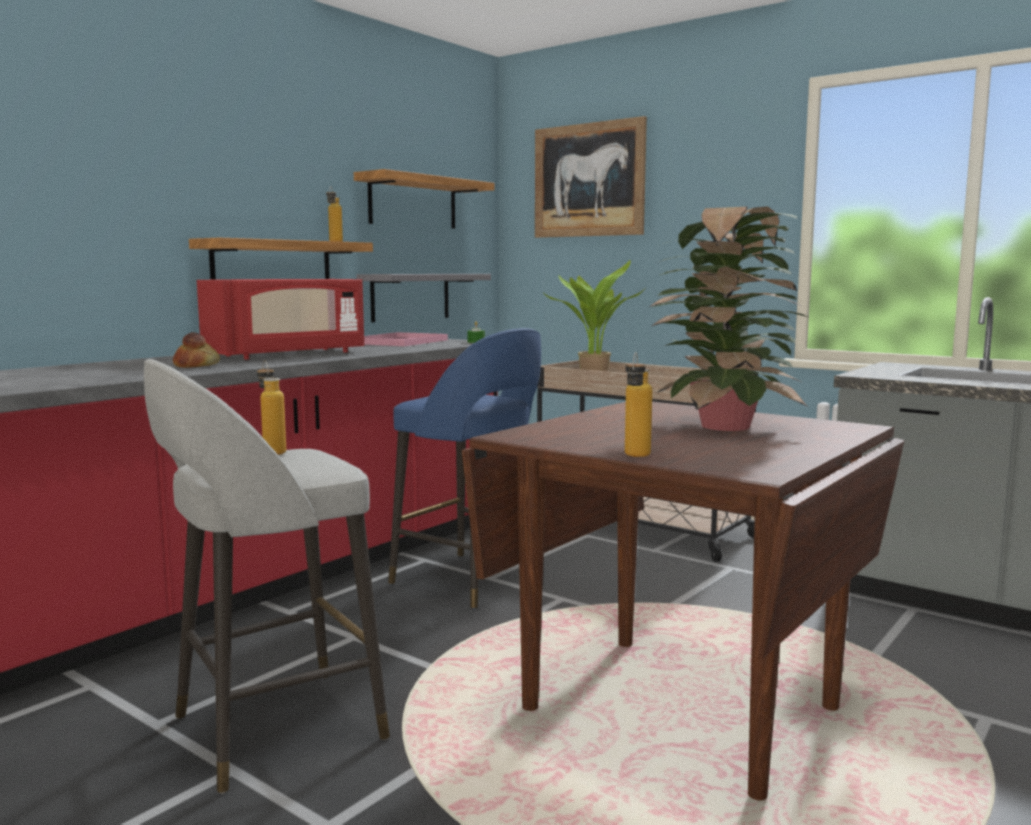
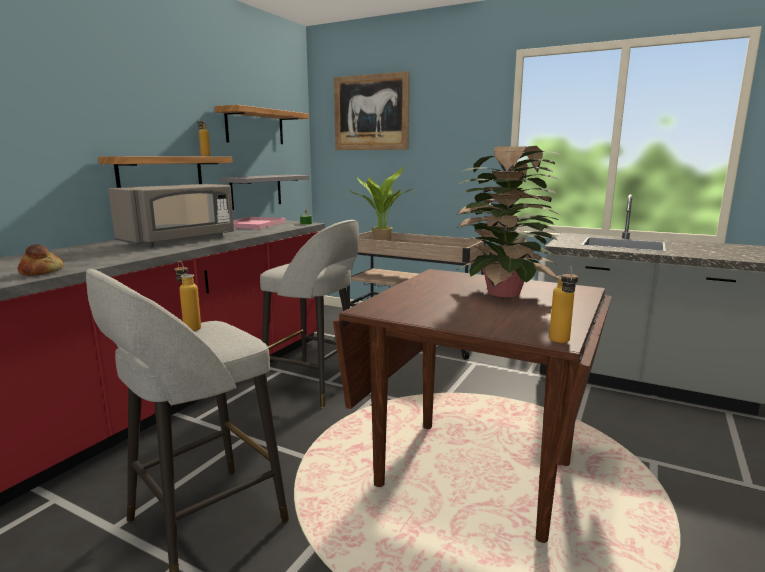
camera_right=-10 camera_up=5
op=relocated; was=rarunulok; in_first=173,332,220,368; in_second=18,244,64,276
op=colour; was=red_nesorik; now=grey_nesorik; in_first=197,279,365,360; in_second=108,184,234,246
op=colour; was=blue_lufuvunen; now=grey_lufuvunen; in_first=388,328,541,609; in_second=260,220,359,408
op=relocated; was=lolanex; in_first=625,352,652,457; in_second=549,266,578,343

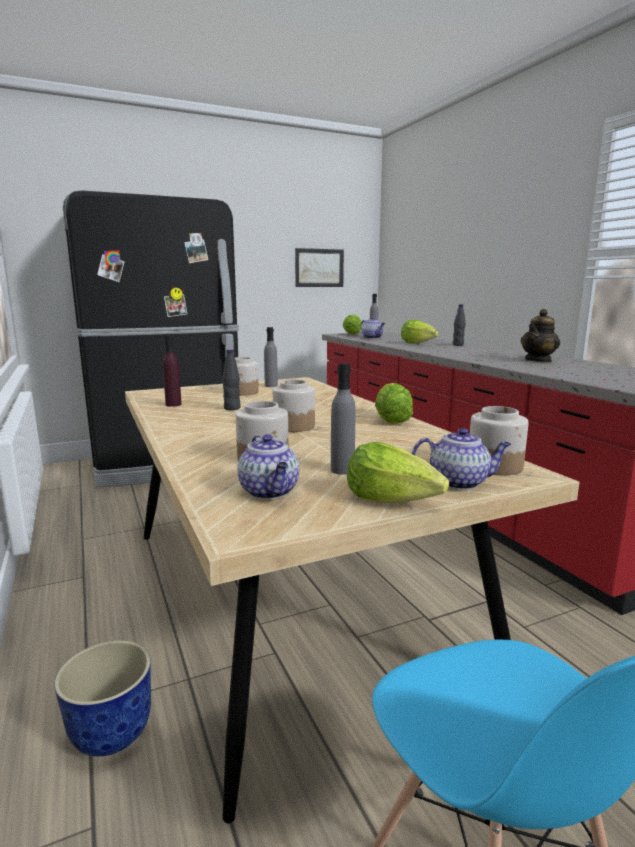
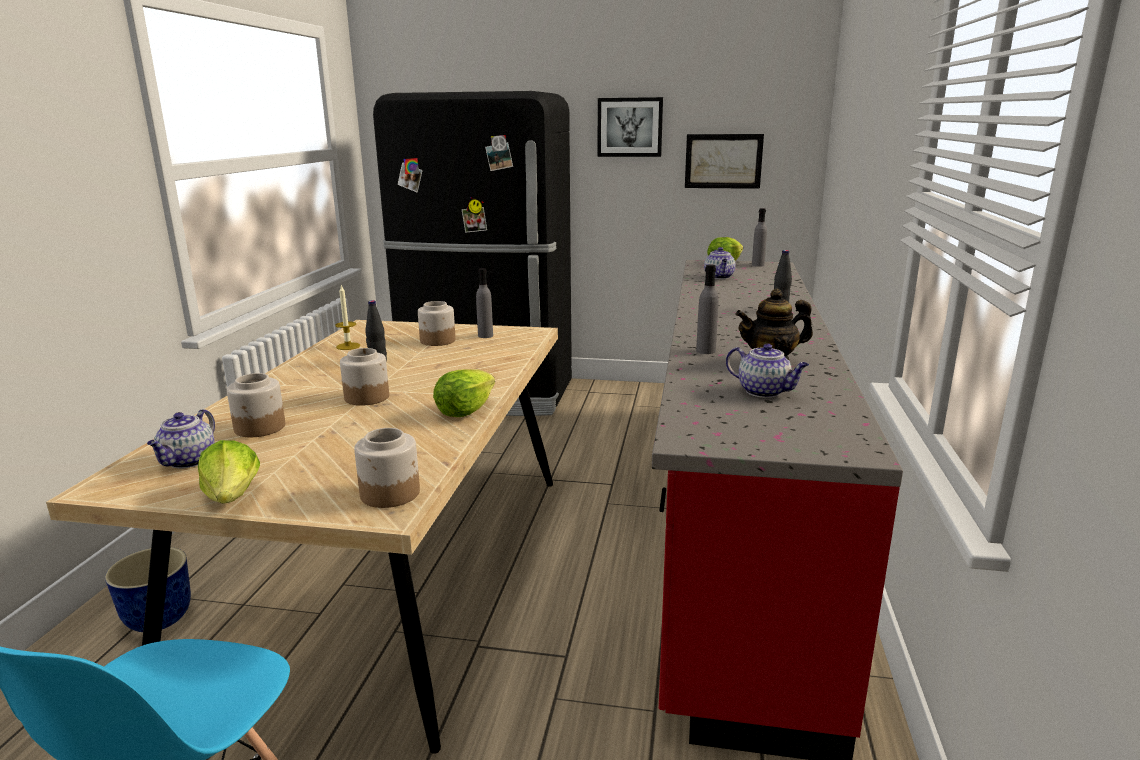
camera_right=35 camera_up=5
op=exchanged; was=purple_lolanex; now=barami; in_first=163,335,182,407; in_second=336,286,360,350
op=appeared; now=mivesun; in_second=598,97,663,157
op=relocated; was=grey_lolanex; in_first=331,363,356,475; in_second=696,265,719,354
op=relocated; was=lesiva; in_first=412,428,511,490; in_second=726,343,809,398
op=missing; was=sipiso; in_first=401,320,438,343

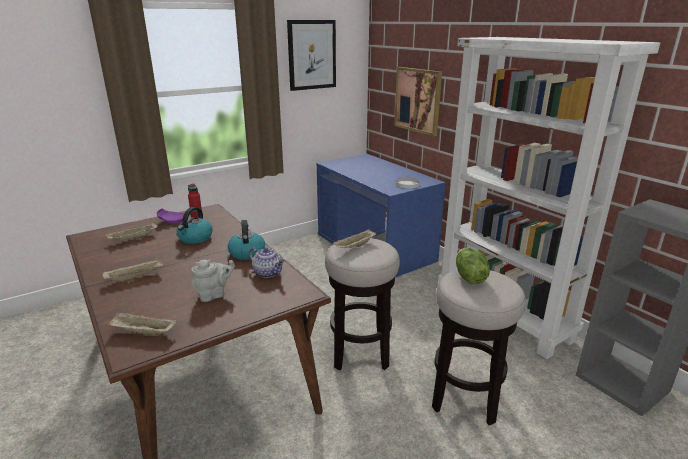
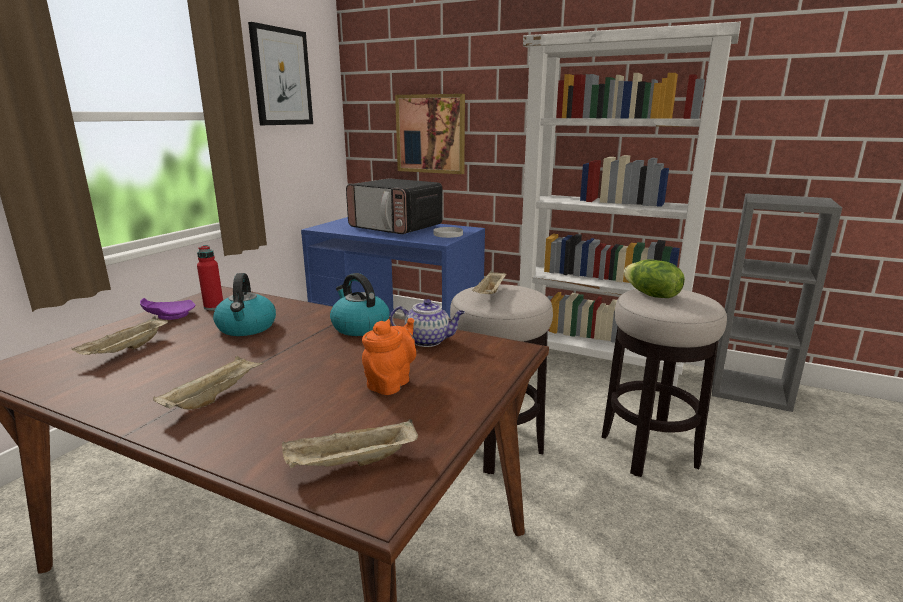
camera_right=-30 camera_up=-5
op=appeared; now=nesorik; in_second=346,178,443,234
op=colour; was=grey_lesiva; now=orange_lesiva; in_first=191,259,235,302; in_second=362,318,416,395

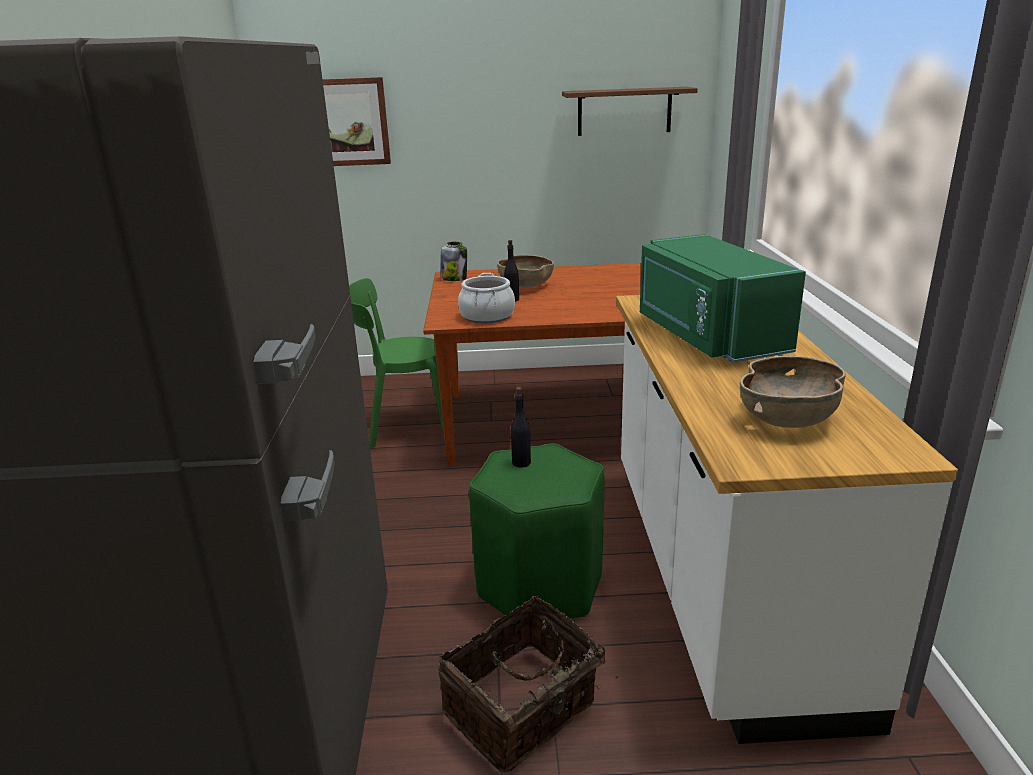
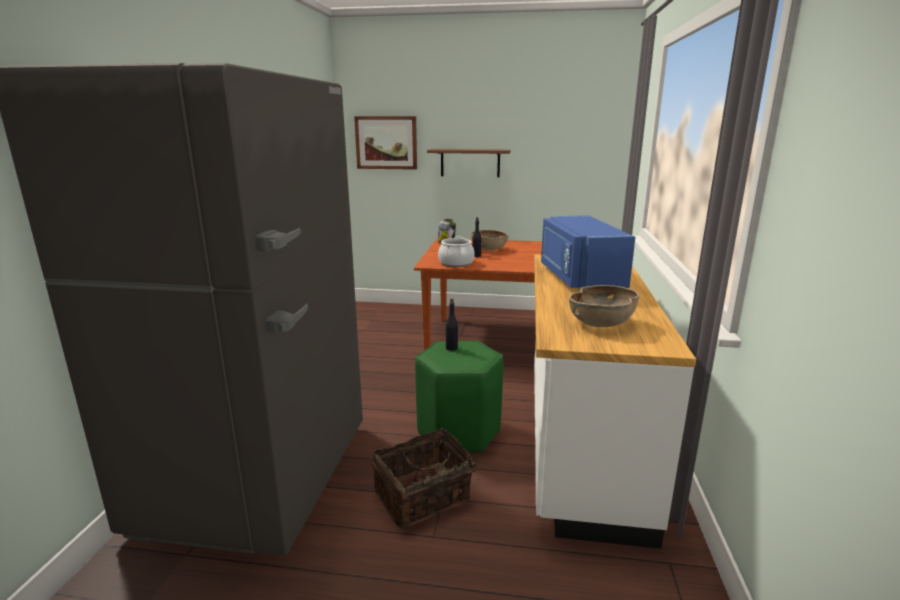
camera_right=10 camera_up=-5
op=relocated; was=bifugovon; in_first=562,87,698,136; in_second=427,149,511,177
op=colour; was=green_nesorik; now=blue_nesorik; in_first=640,234,806,362; in_second=541,215,635,289
op=missing; was=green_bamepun; in_first=349,278,445,449

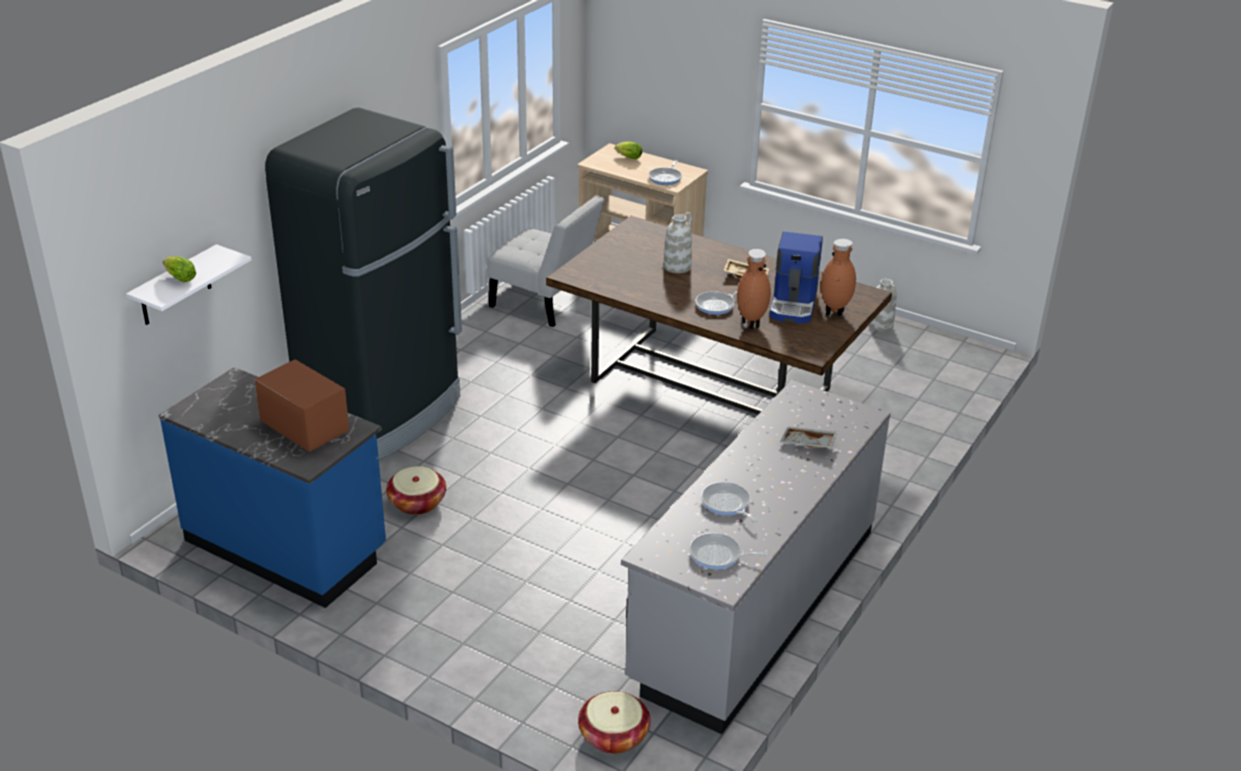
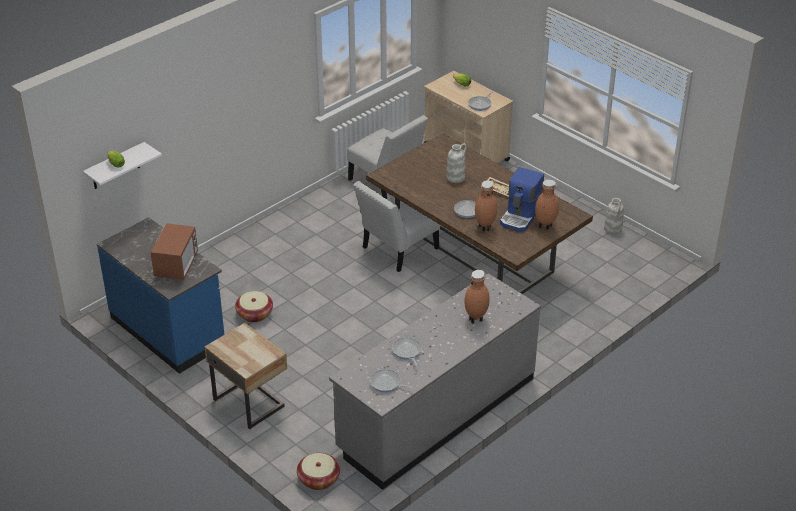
camera_right=15 camera_up=5
op=spun; was=nesorik; in_first=254,359,349,452; in_second=151,223,198,280; clockwise=45
op=appeared; now=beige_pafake; in_second=205,323,287,429
op=appeared; now=white_bamepun; in_second=353,181,440,272
op=exchanged; was=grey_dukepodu; now=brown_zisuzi; in_first=780,426,838,448; in_second=464,270,490,324
op=missing; was=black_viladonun; in_first=265,107,462,460

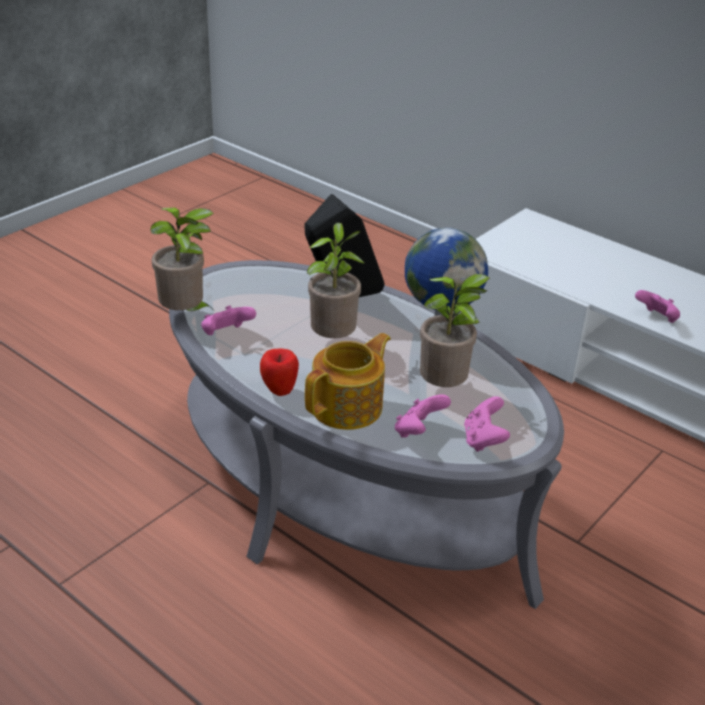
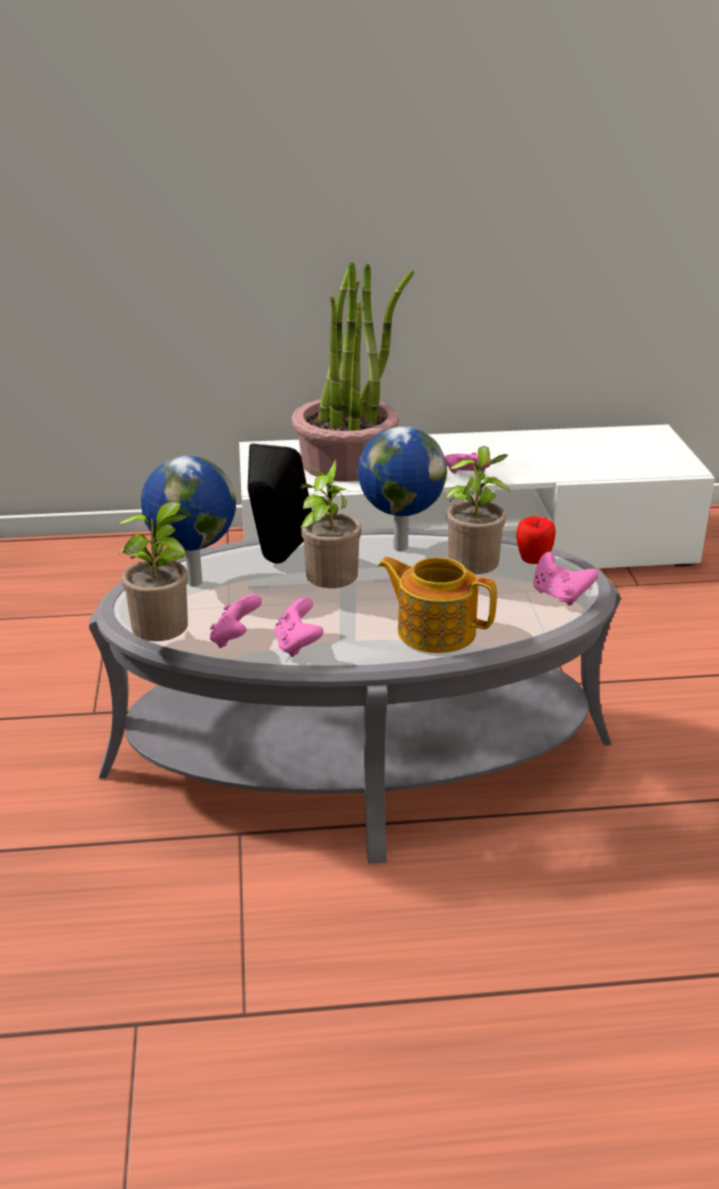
camera_right=-45 camera_up=-5
op=appeared; now=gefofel; in_second=141,456,236,587
op=relocated; was=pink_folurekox; in_first=395,394,451,438; in_second=274,597,324,657
op=appeared; now=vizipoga; in_second=292,262,414,481
op=spun; was=lesiva; in_first=305,333,391,430; in_second=378,557,497,653; clockwise=-60
op=relocated; was=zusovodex; in_first=260,349,299,396; in_second=516,516,556,564

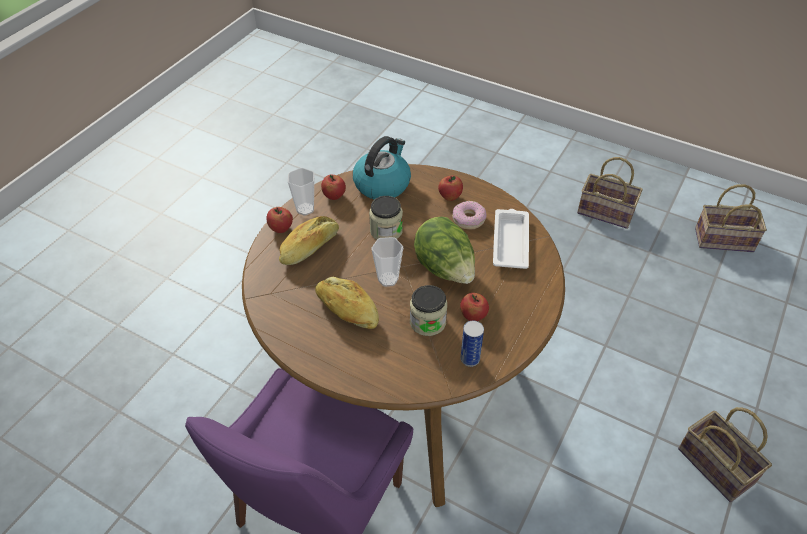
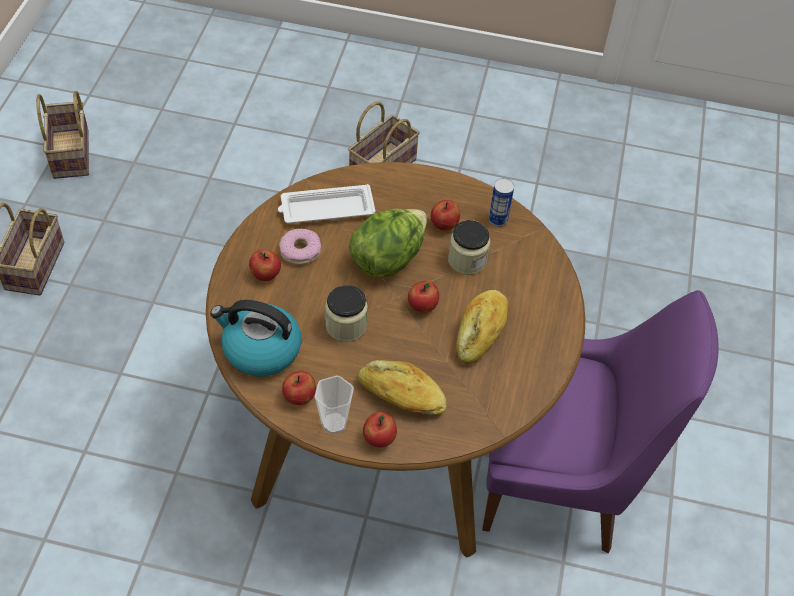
camera_right=-110 camera_up=5
op=exchanged; was=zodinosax; now=zusovodex; in_first=371,237,403,287; in_second=408,281,439,313

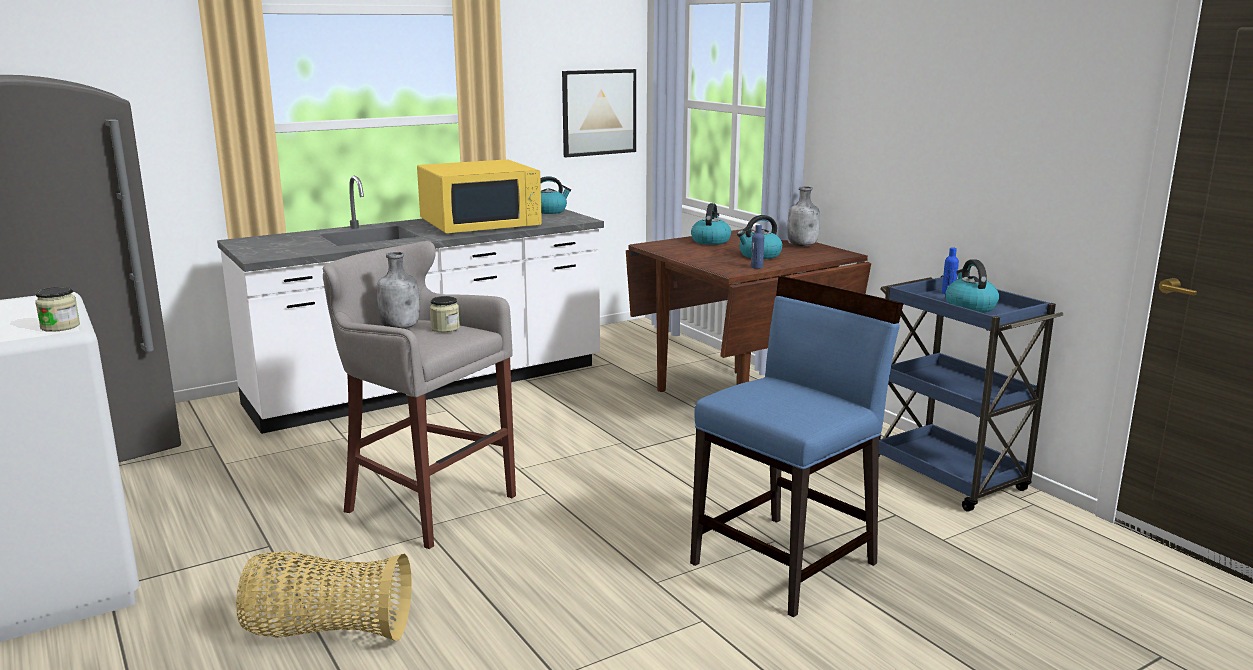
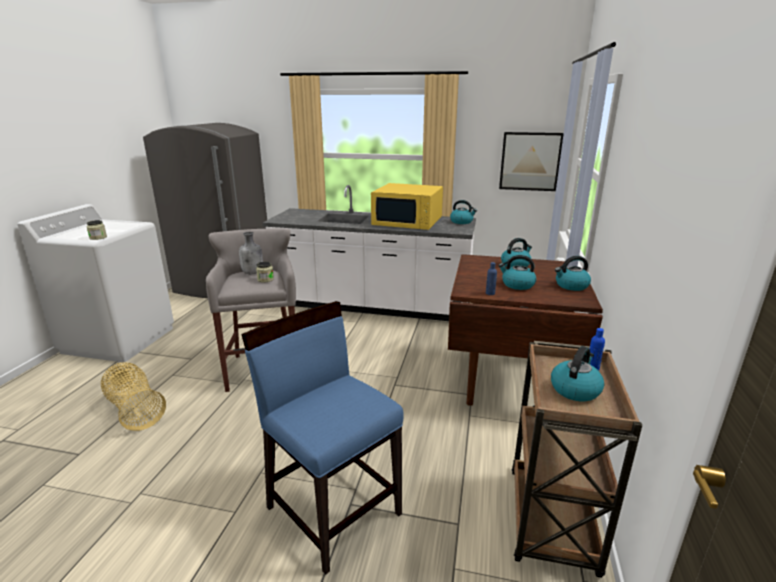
camera_right=45 camera_up=5
op=spun; was=blue_bamepun; in_first=690,276,903,617; in_second=241,301,404,575; clockwise=-135
op=colour; was=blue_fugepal; now=brown_fugepal; in_first=879,275,1063,512; in_second=512,341,642,578
op=exchanged; was=grey_lolanex; now=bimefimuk; in_first=788,186,820,247; in_second=555,256,591,291

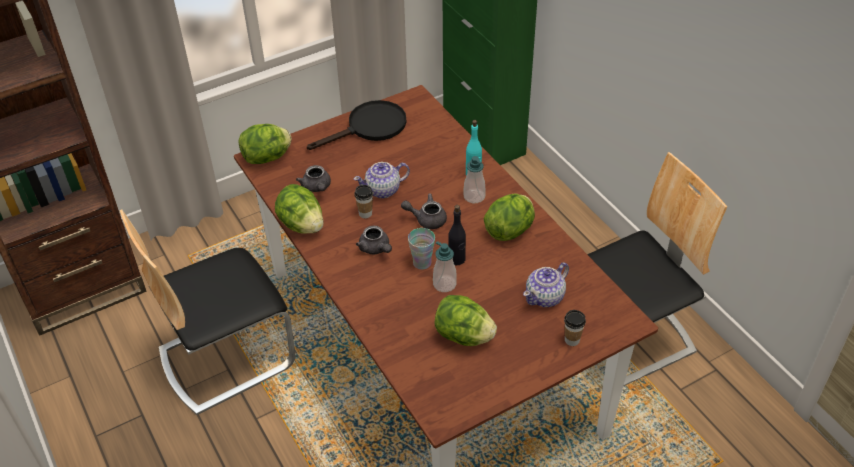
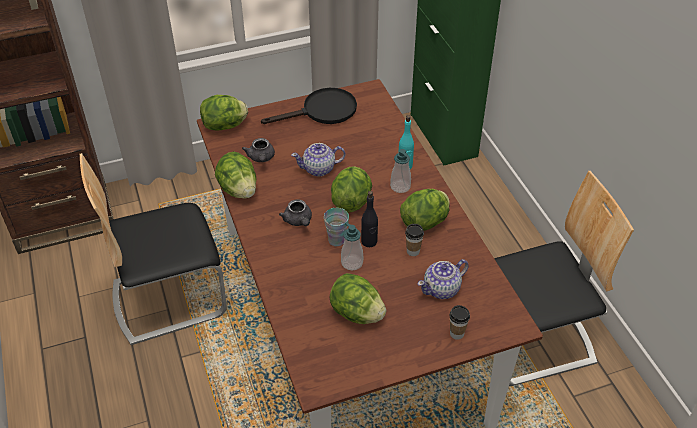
camera_right=10 camera_up=0
op=exchanged; was=grey_lesiva; now=sipiso; in_first=401,193,447,229; in_second=331,166,372,212
op=relocated; was=zodinosax; in_first=354,185,373,218; in_second=405,224,424,256

